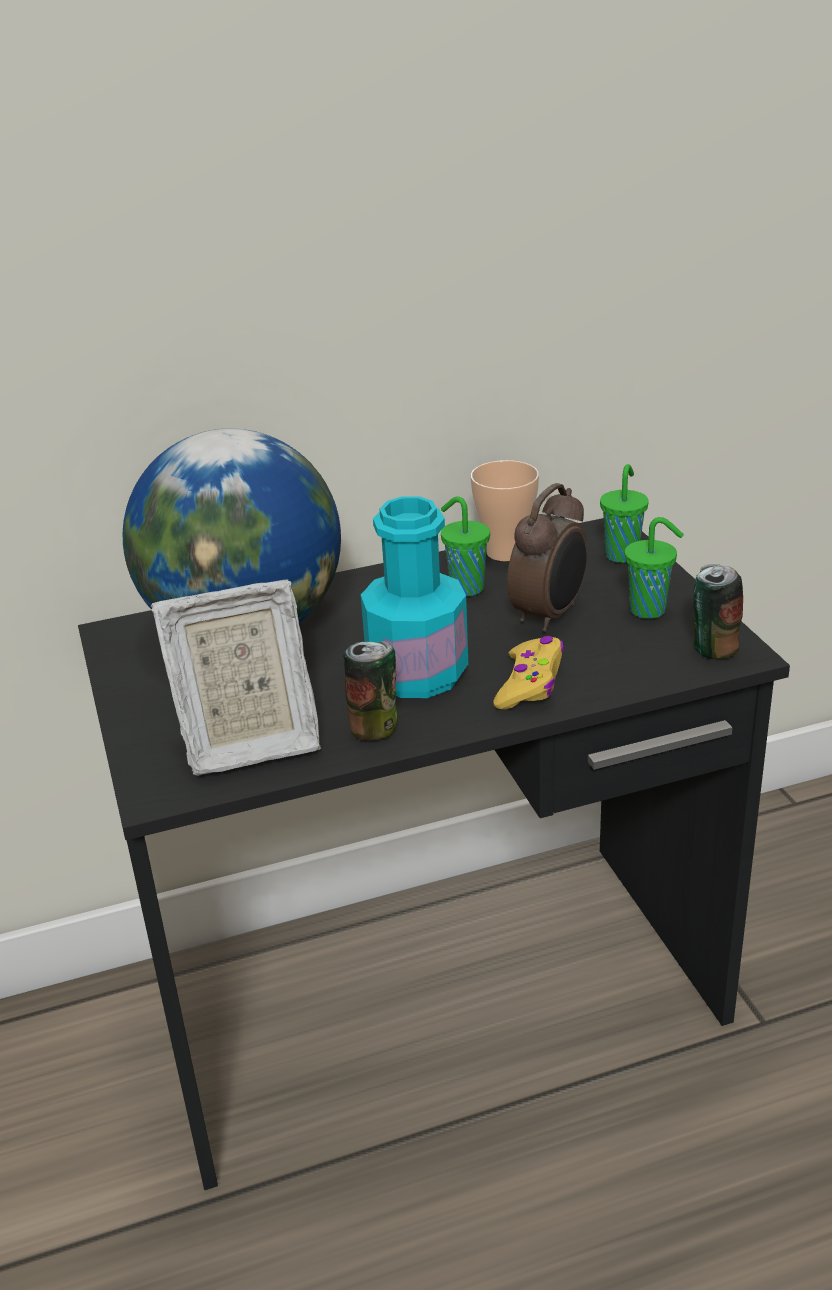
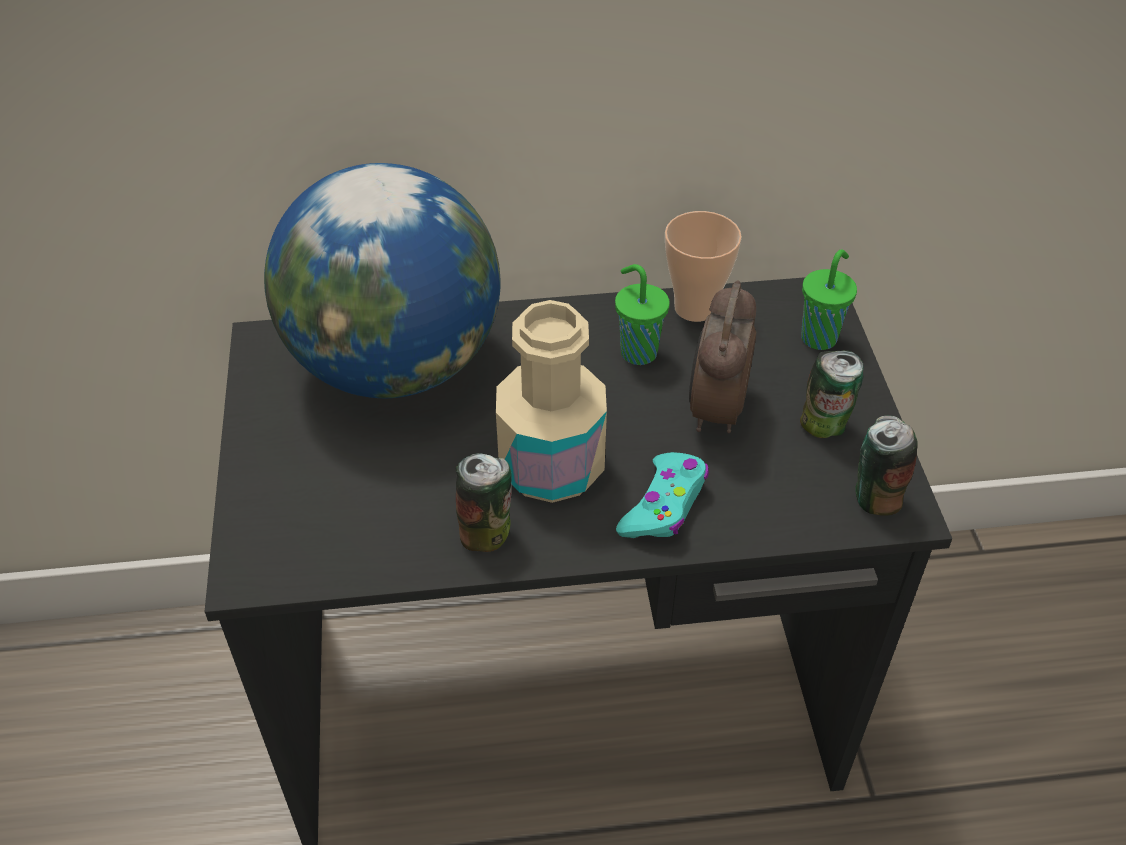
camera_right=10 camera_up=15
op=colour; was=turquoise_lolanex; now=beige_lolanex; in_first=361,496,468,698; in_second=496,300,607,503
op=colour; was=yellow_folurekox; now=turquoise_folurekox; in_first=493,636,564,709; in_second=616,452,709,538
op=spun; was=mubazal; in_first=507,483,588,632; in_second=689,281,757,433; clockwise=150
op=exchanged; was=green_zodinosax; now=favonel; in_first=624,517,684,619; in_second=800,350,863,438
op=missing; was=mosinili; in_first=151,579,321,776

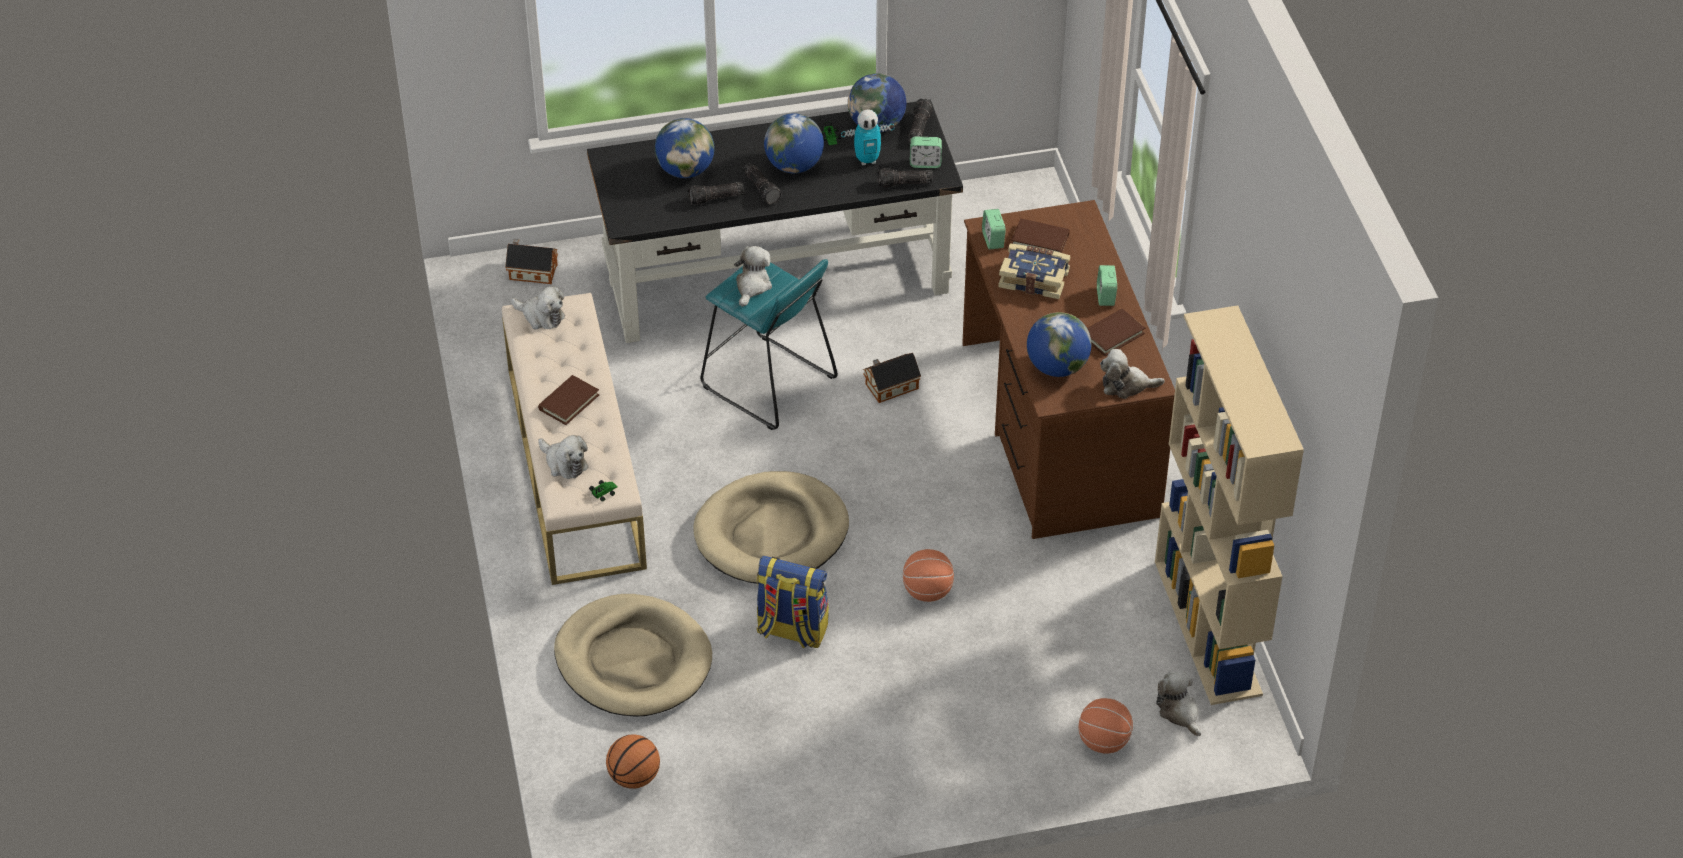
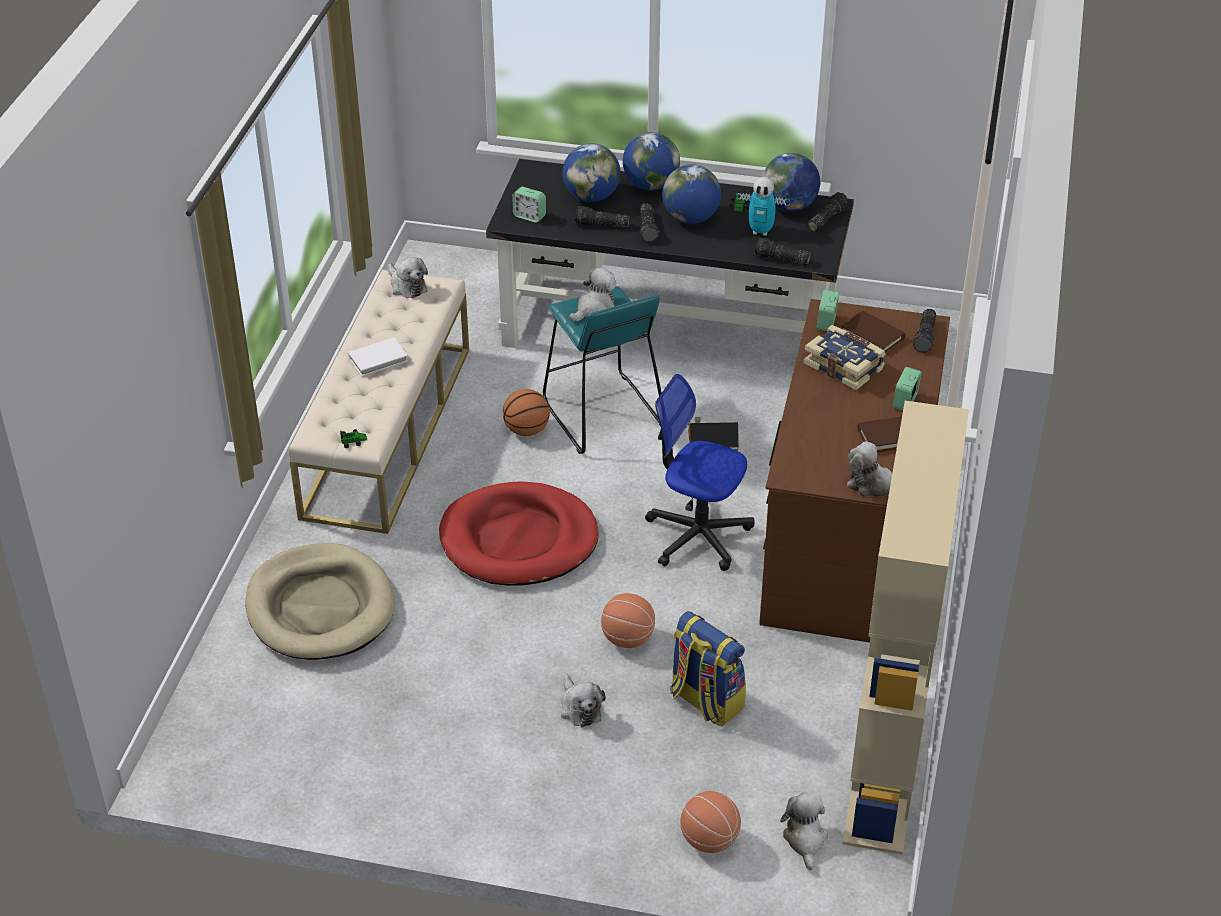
camera_right=25 camera_up=-5
op=colour; was=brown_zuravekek; now=white_zuravekek; in_first=538,375,599,425; in_second=348,337,408,377
op=colour; was=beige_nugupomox; now=red_nugupomox; in_first=693,471,849,584; in_second=439,481,599,586
op=relocated; was=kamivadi; in_first=606,734,660,789; in_second=503,389,550,436
op=relocated; was=mubazal; in_first=910,137,942,168; in_second=512,187,546,223
op=relocated; was=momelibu; in_first=538,435,588,479; in_second=561,675,606,727
op=relocated; was=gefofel; in_first=1027,312,1091,377; in_second=623,132,680,190
op=appeared; now=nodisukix; in_second=645,374,755,571
op=relocated; was=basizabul; in_first=756,556,829,648; in_second=670,611,746,726
op=appeared; now=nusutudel; in_second=913,309,936,353
op=missing; was=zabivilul; in_first=505,238,558,284

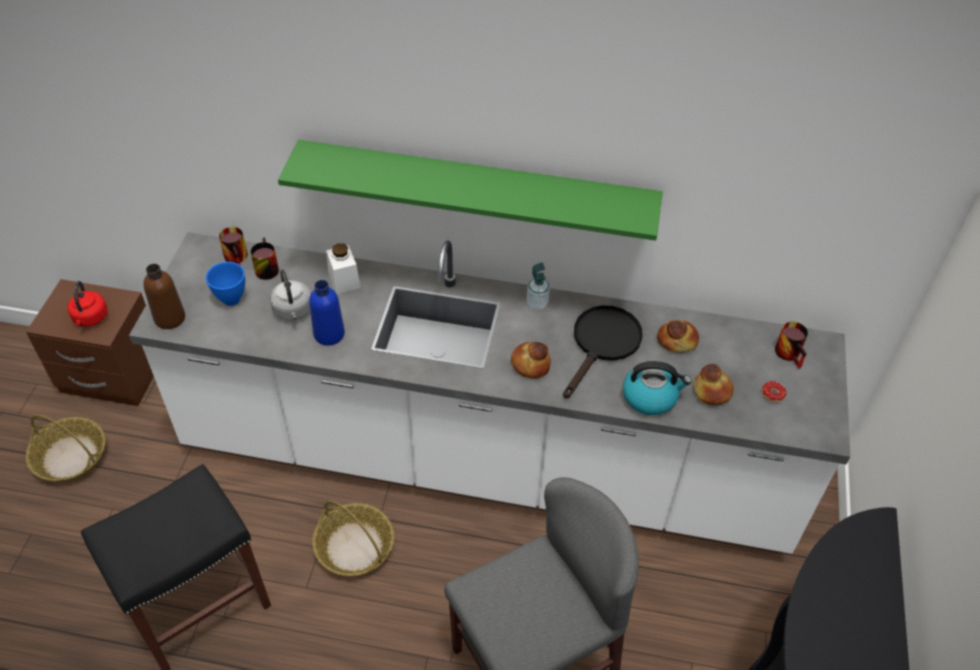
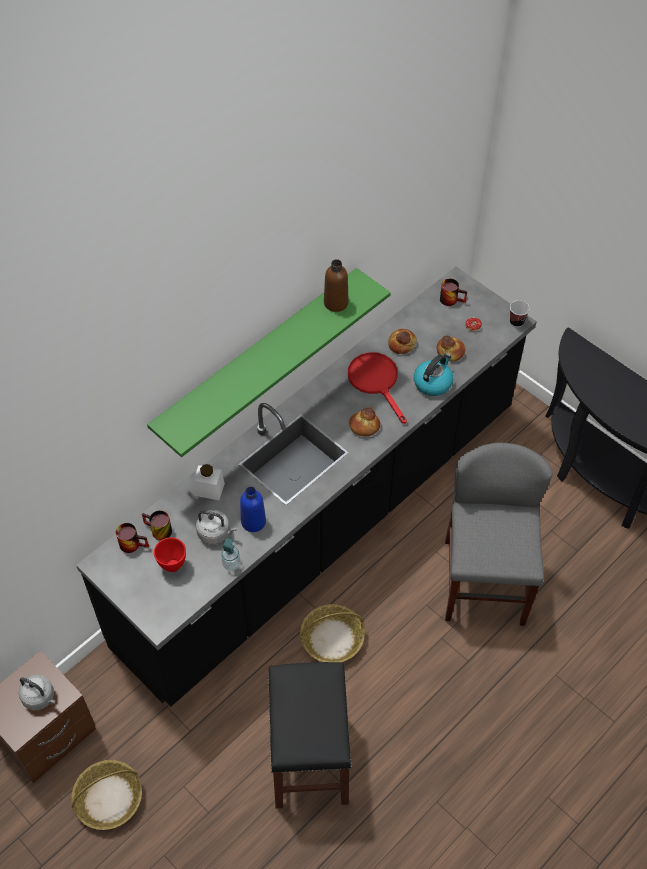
camera_right=-55 camera_up=5
op=colour; was=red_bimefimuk; now=grey_bimefimuk; in_first=67,281,107,327; in_second=18,675,56,710
op=colour; was=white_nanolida; now=black_nanolida; in_first=129,232,850,554; in_second=76,267,537,707
op=colour; was=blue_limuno; now=red_limuno; in_first=206,262,245,306; in_second=154,537,186,572
op=relocated; was=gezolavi; in_first=527,262,550,310; in_second=221,538,241,571
op=relocated; was=brown_lolanex; in_first=143,264,185,329; in_second=324,259,348,312
op=colour; was=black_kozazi; now=red_kozazi; in_first=563,305,643,398; in_second=348,352,407,424
op=appeared; now=zodinosax; in_second=510,300,530,327

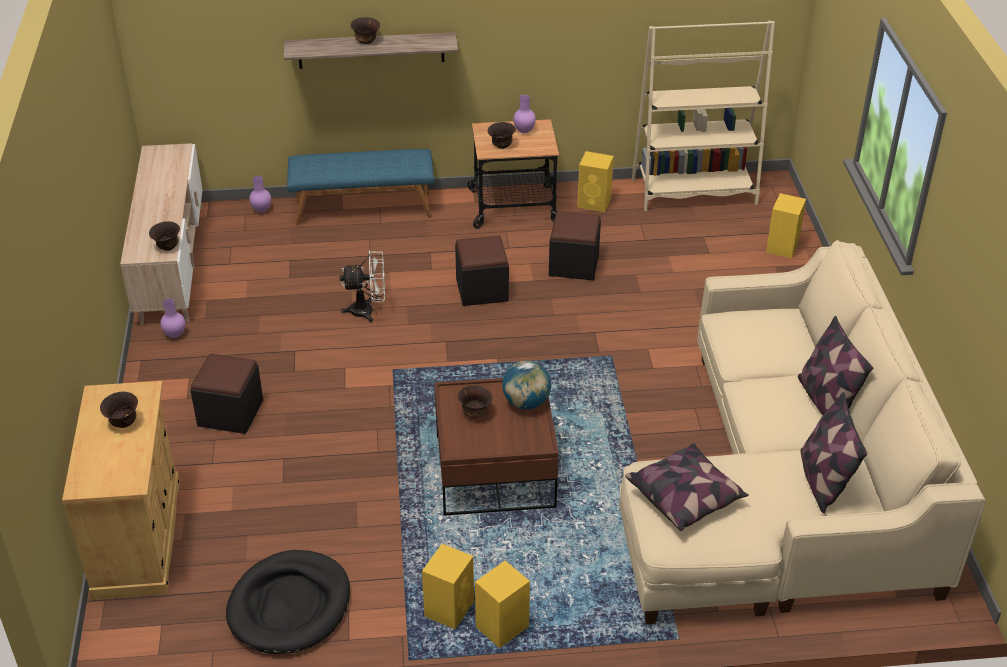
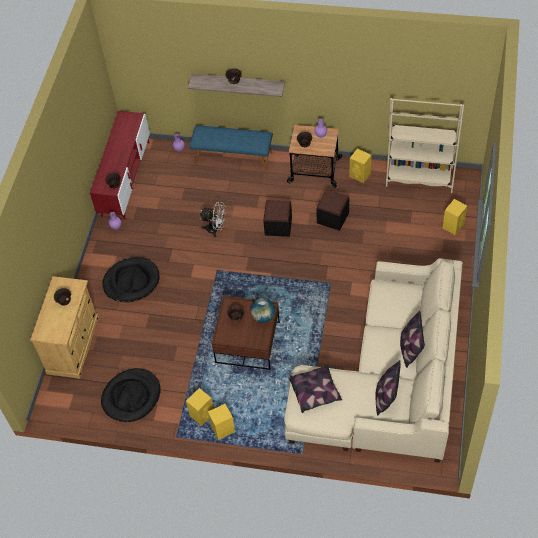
camera_right=20 camera_up=15
op=colour; was=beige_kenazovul; now=red_kenazovul; in_first=120,143,203,324; in_second=90,111,150,220
op=exchanged; was=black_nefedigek; now=black_nugupomox; in_first=190,354,263,434; in_second=102,257,160,302

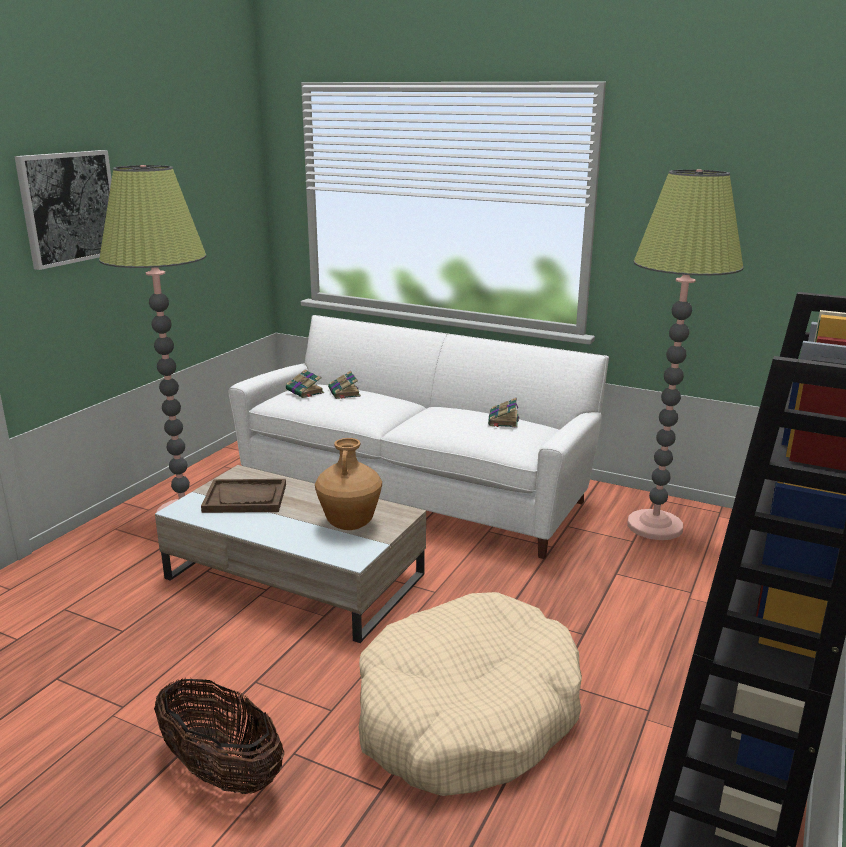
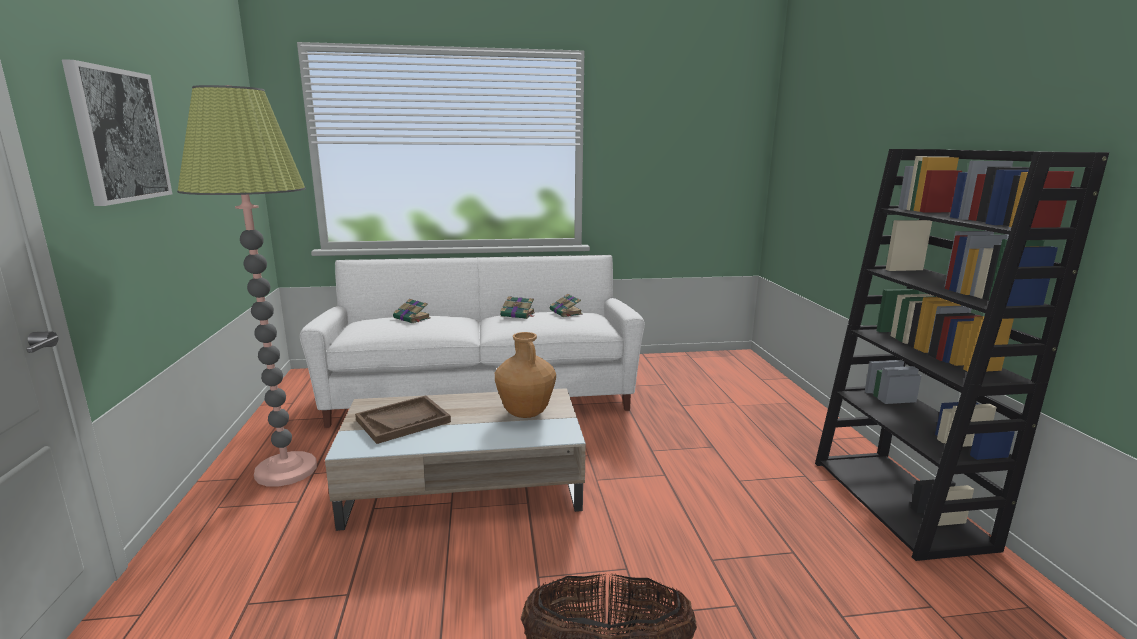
camera_right=-35 camera_up=-5
op=relocated; was=zuravekek; in_first=286,369,324,398; in_second=500,296,535,319
op=missing; was=beige_nugupomox; in_first=359,592,582,796
op=missing; was=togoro; in_first=627,170,743,540

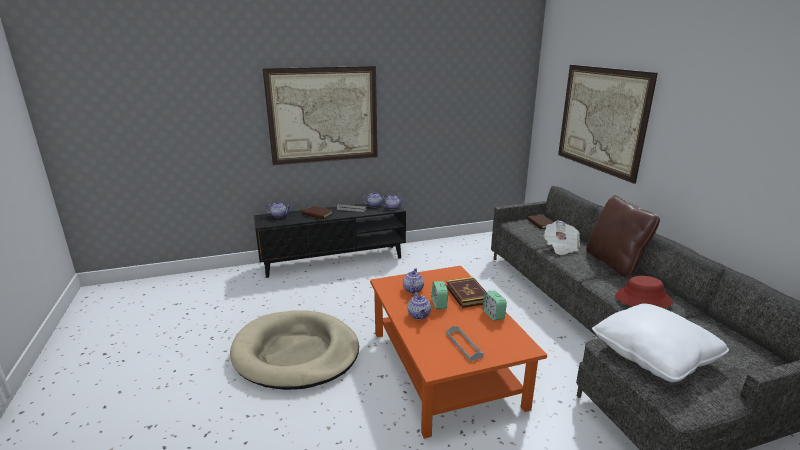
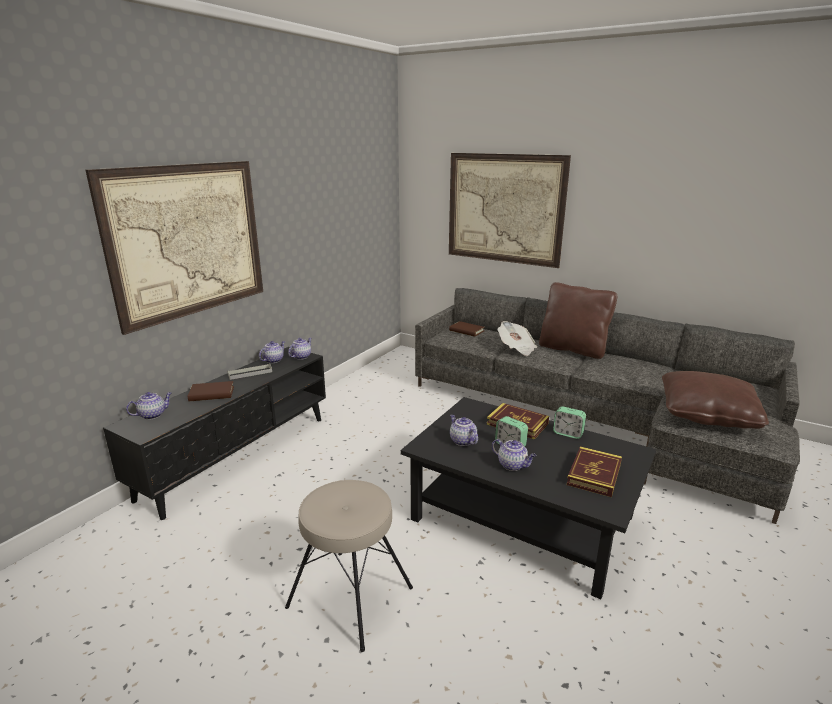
camera_right=-40 camera_up=0
op=exchanged; was=beige_nugupomox; now=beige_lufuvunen; in_first=230,310,359,390; in_second=285,480,413,652
op=colour; was=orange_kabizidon; now=black_kabizidon; in_first=370,266,547,439; in_second=401,397,656,599
op=exchanged; was=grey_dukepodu; now=zuravekek; in_first=446,326,484,361; in_second=567,446,622,497
op=colour; was=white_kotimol; now=brown_kotimol; in_first=592,303,729,382; in_second=662,371,769,429
op=missing; was=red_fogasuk; in_first=615,276,673,308

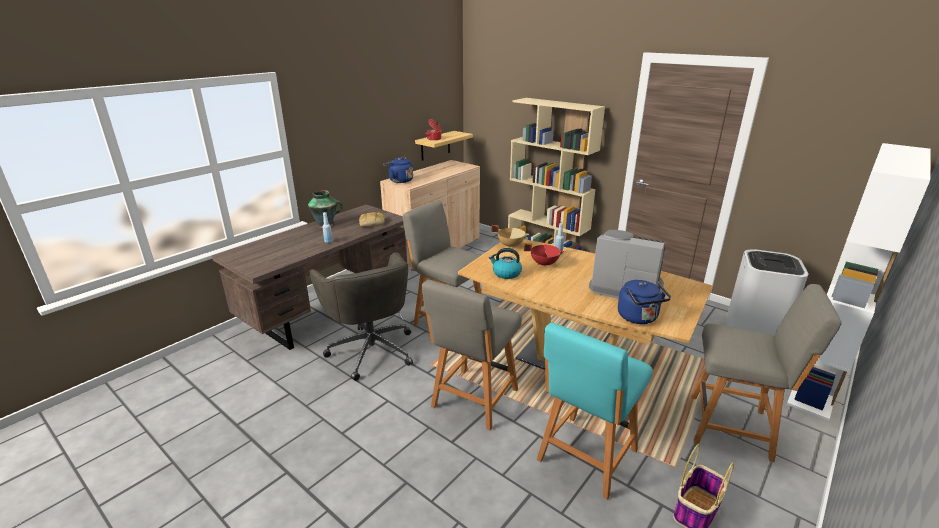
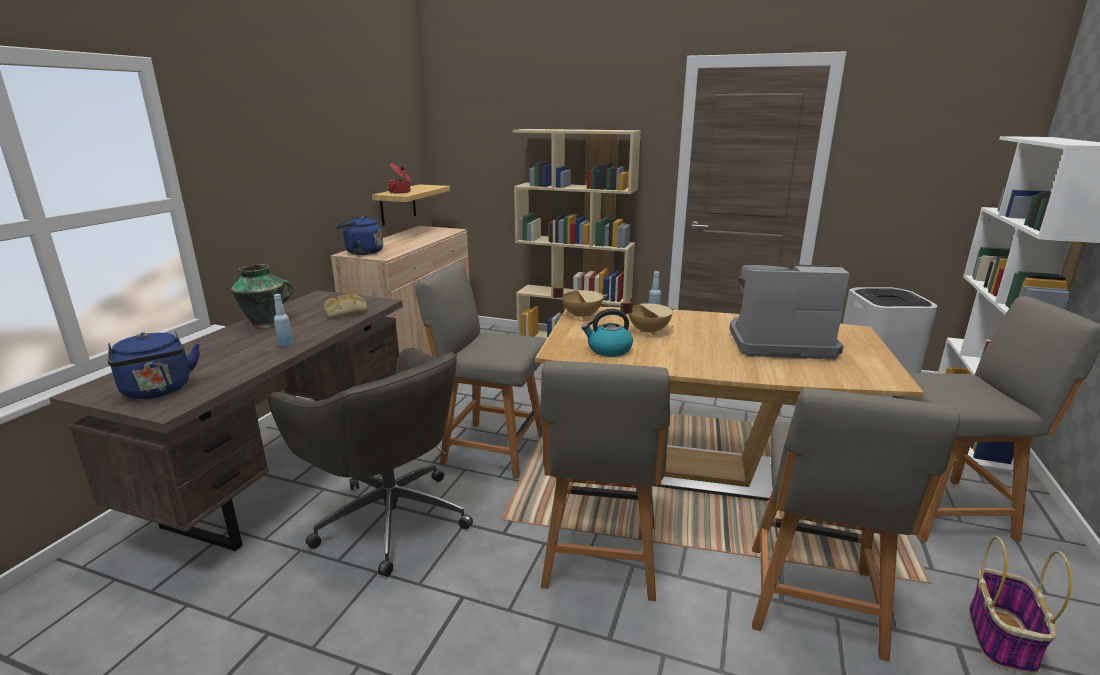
camera_right=-20 camera_up=-5
op=relocated; was=blue_bimefimuk; in_first=618,280,671,324; in_second=108,331,200,399
op=colour; was=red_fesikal; now=beige_fesikal; in_first=524,243,564,267; in_second=620,301,675,335
op=colour; was=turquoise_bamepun; now=grey_bamepun; in_first=537,323,653,500; in_second=752,388,960,662

